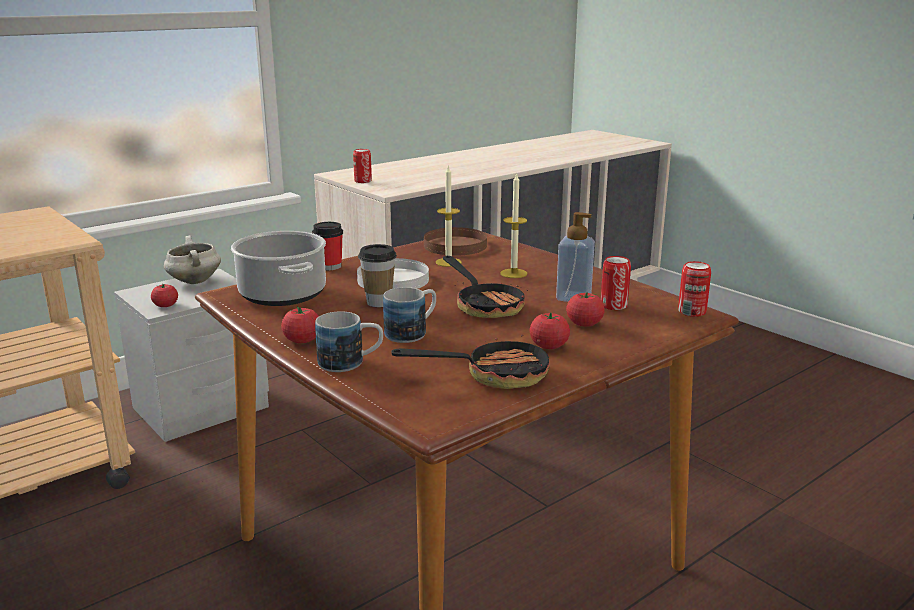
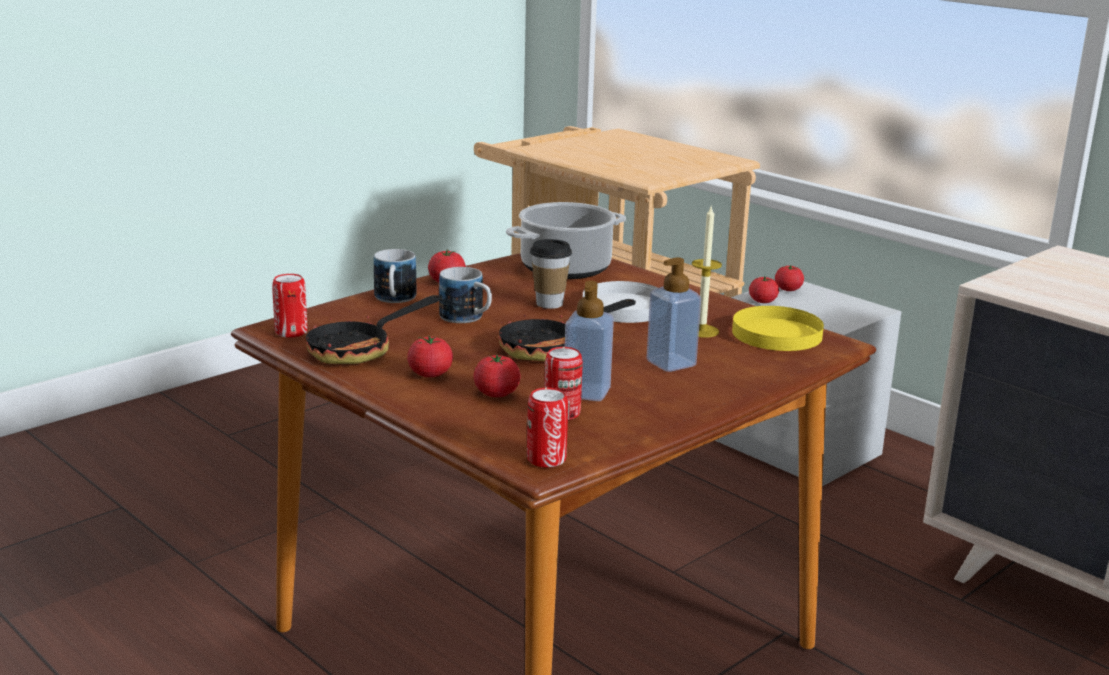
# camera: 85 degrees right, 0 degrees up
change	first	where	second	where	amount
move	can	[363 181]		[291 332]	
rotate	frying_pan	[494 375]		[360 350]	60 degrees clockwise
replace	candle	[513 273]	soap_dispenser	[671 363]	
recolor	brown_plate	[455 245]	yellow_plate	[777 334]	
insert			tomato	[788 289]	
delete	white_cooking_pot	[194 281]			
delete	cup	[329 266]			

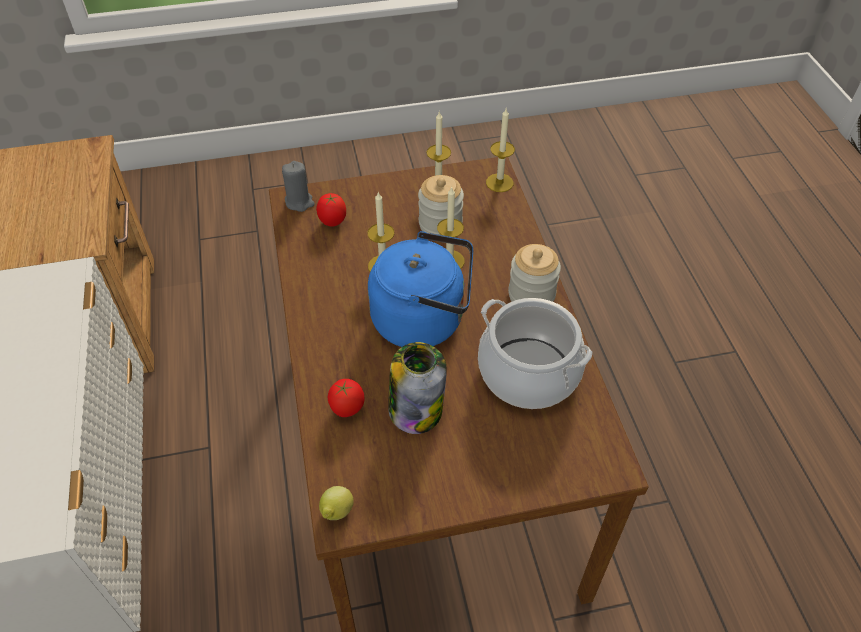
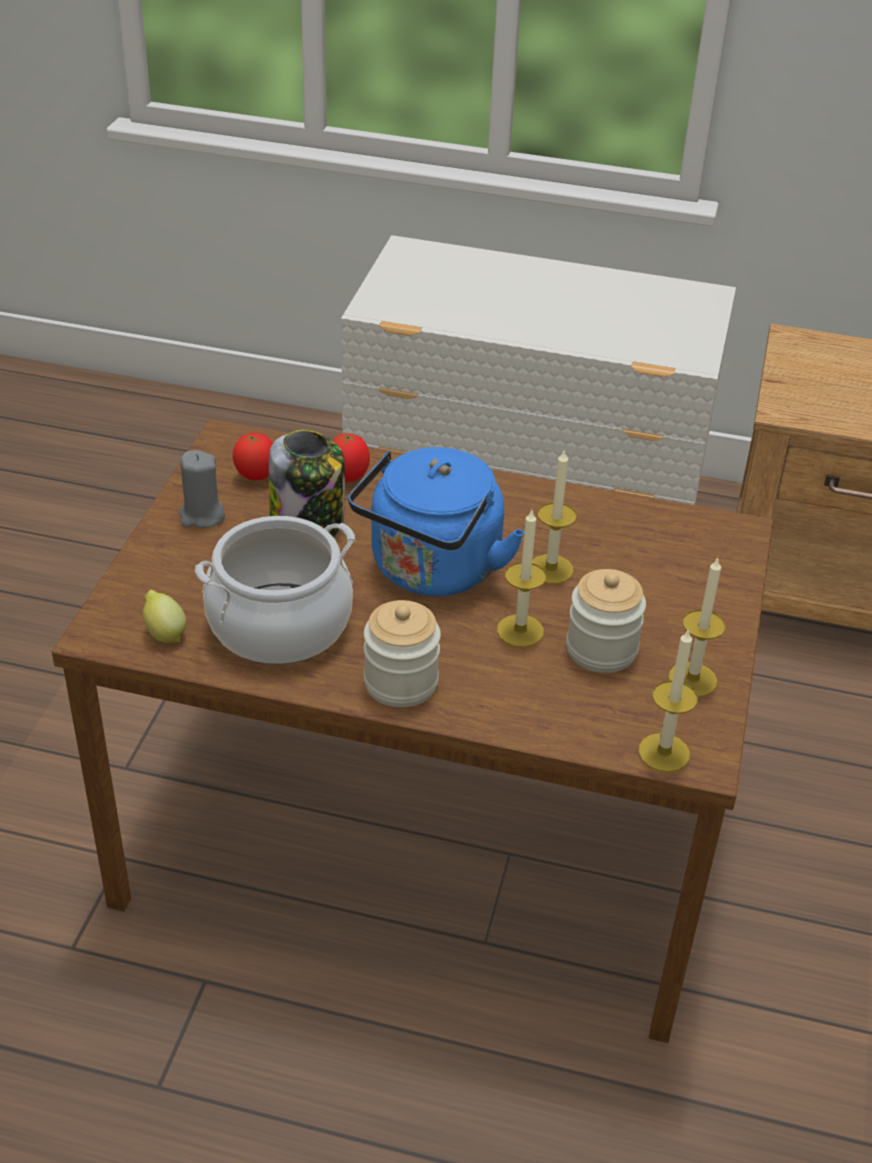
# camera: 115 degrees right, 10 degrees down
change	first	where	second	where	amount
move	lemon	[336 513]		[164 633]	
move	grey_candle	[299 202]		[202 516]	
move	tomato	[332 222]		[256 476]	

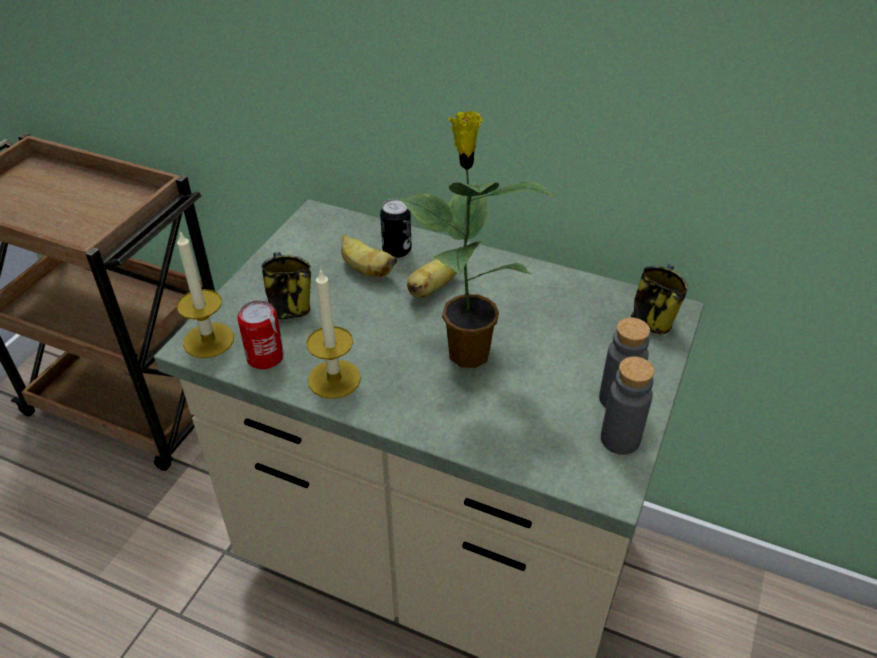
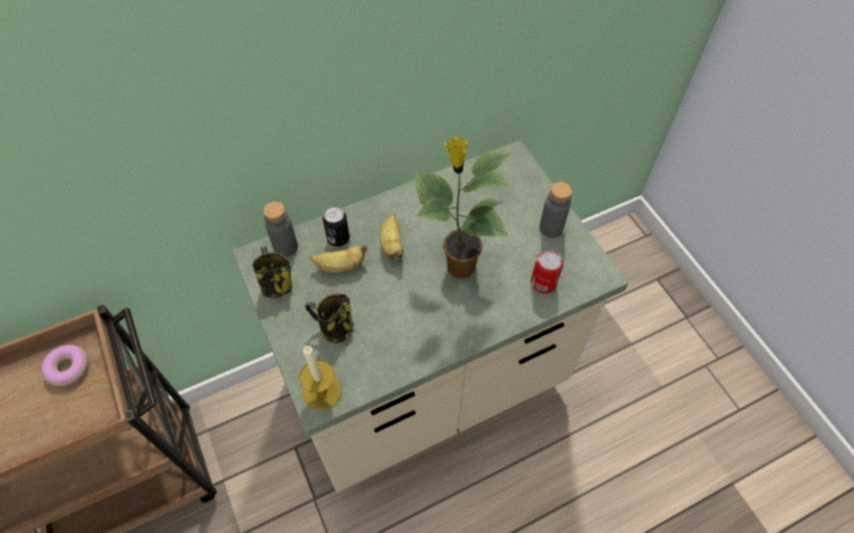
# camera: 50 degrees left, 15 degrees up
change	first	where	second	where	amount
insert			donut	[68 368]	
move	mug	[652 320]		[276 284]	
move	grey_bottle	[620 439]		[285 247]	
move	can	[265 357]		[543 283]	
delete	candle	[334 379]			

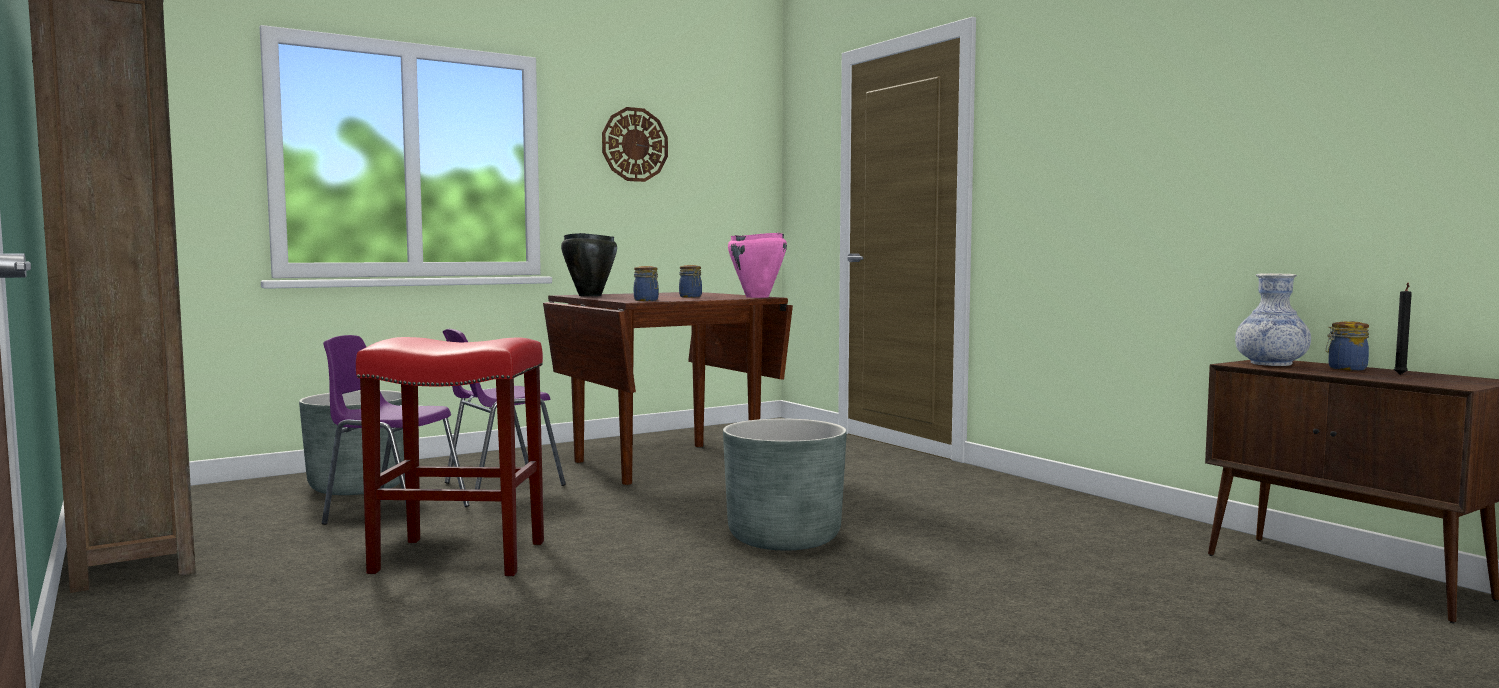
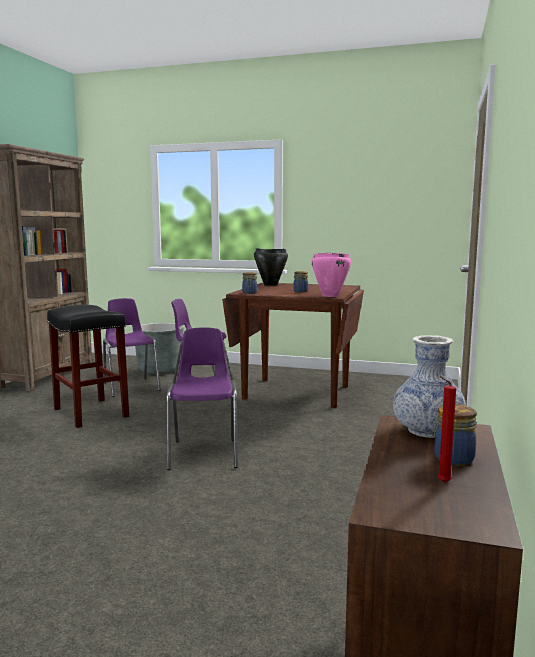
# camera: 50 degrees right, 5 degrees up
change	first	where	second	where	amount
recolor	red_stool	[462 556]	black_stool	[91 413]	
replace	grey_planter	[784 538]	purple_chair	[204 453]	
recolor	black_candle	[1400 375]	red_candle	[442 483]	
delete	wall_clock	[634 144]			

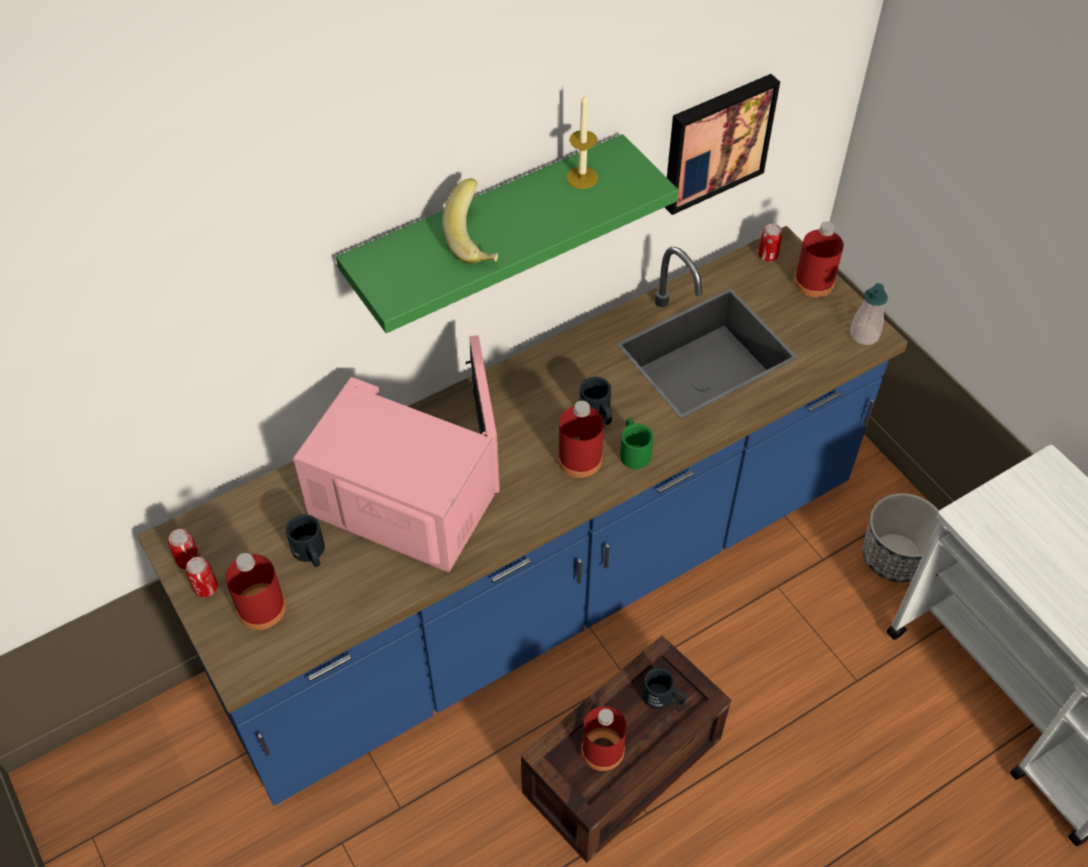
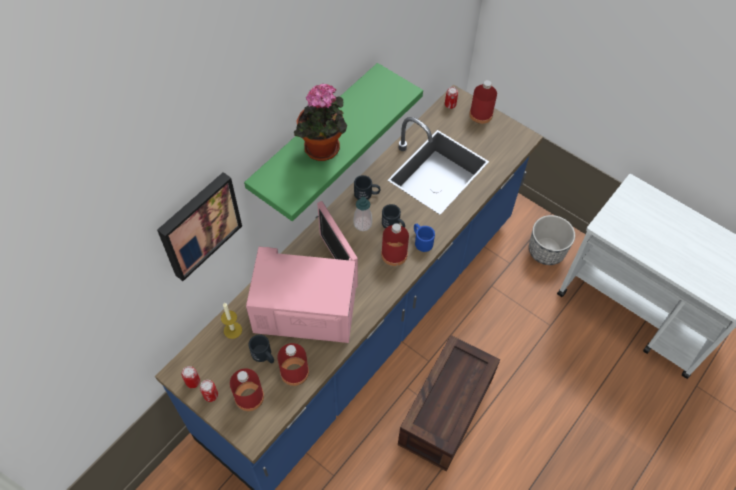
# camera: 20 degrees left, 5 degrees up
change	first	where	second	where	amount
move	picture	[716 141]		[198 225]	
move	candle	[582 177]		[232 330]	
move	red_bottle	[602 750]		[294 372]	
replace	banana	[477 241]	potted_plant	[323 151]	
move	black_mug	[663 698]		[367 194]	
move	soap_dispenser	[864 335]		[362 224]	
recolor	green_mug	[633 450]	blue_mug	[421 241]	

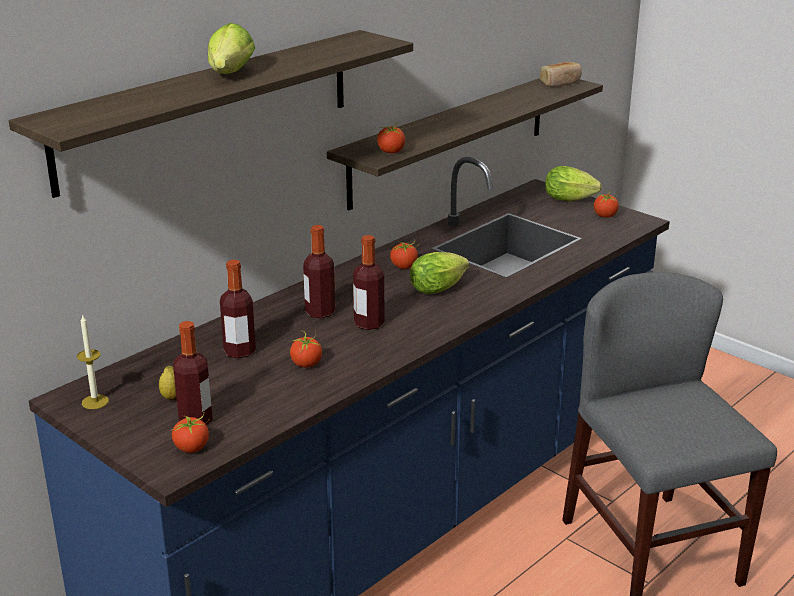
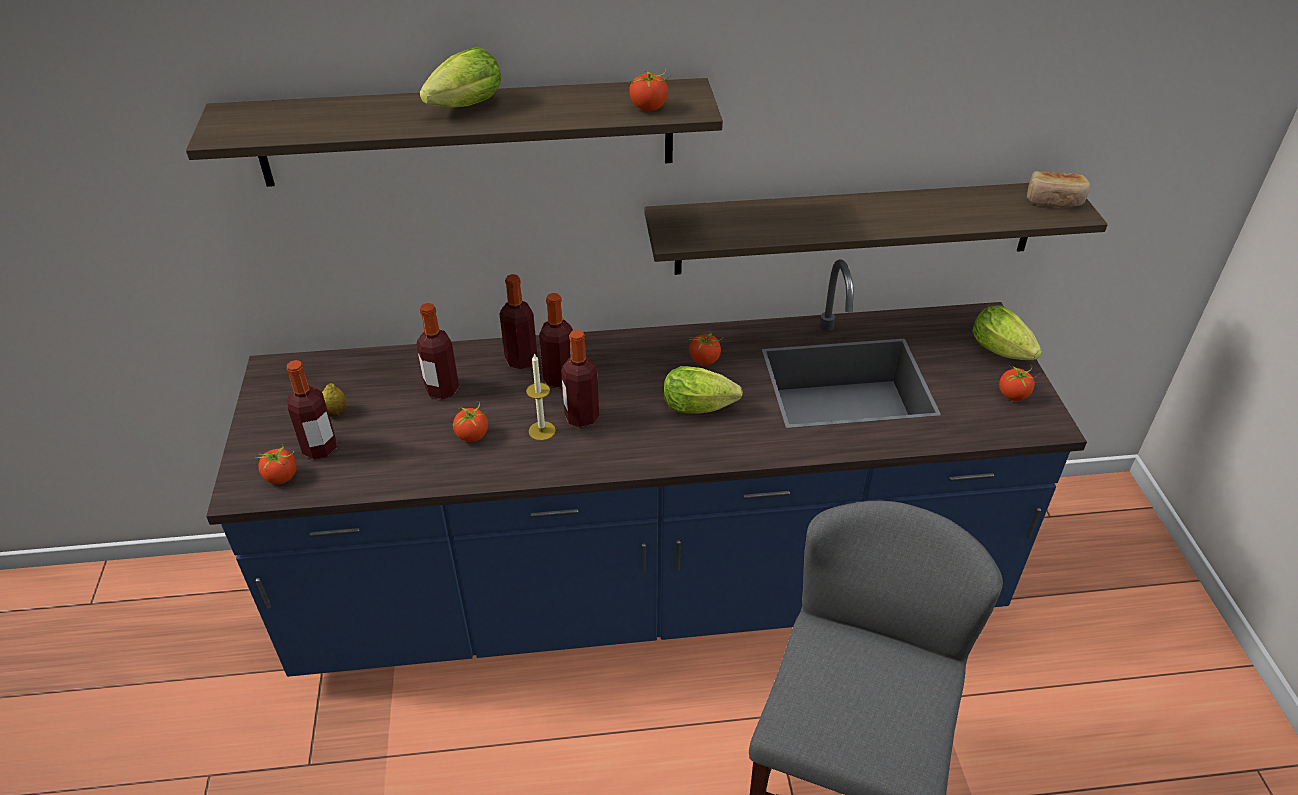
# camera: 40 degrees right, 15 degrees up
change	first	where	second	where	amount
insert			bottle	[521 360]	
move	candle	[95 402]		[542 431]	
move	tomato	[391 151]		[649 107]	

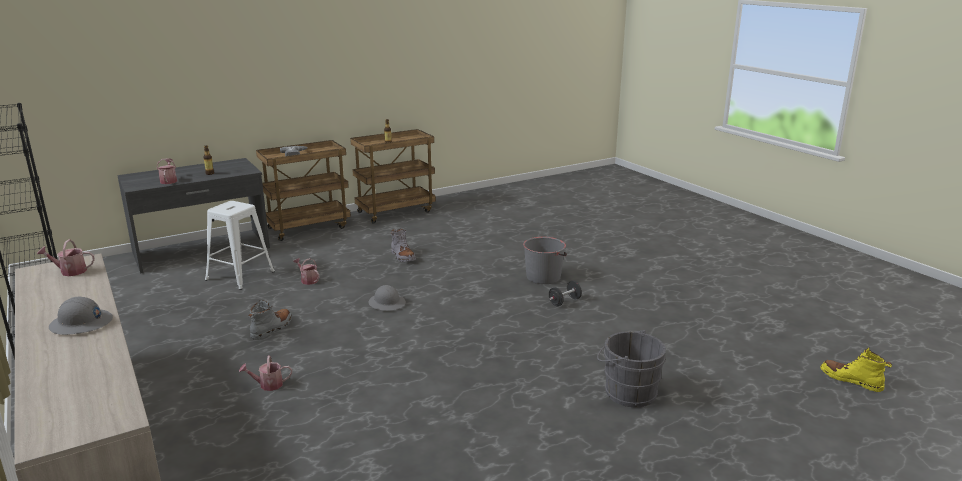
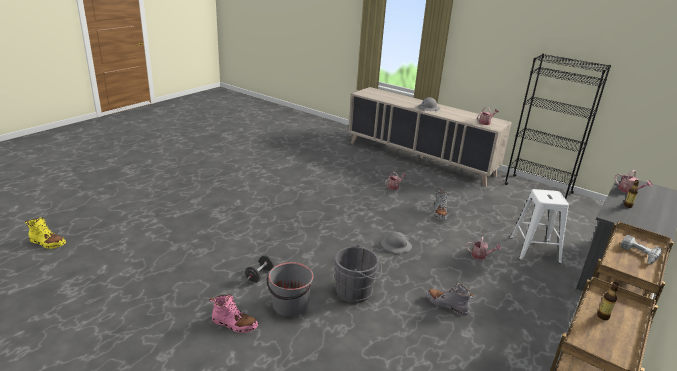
# camera: 155 degrees right, 5 degrees up
change	first	where	second	where	amount
insert			pink_boot	[234 324]	
move	grey_bucket	[627 392]		[356 291]	

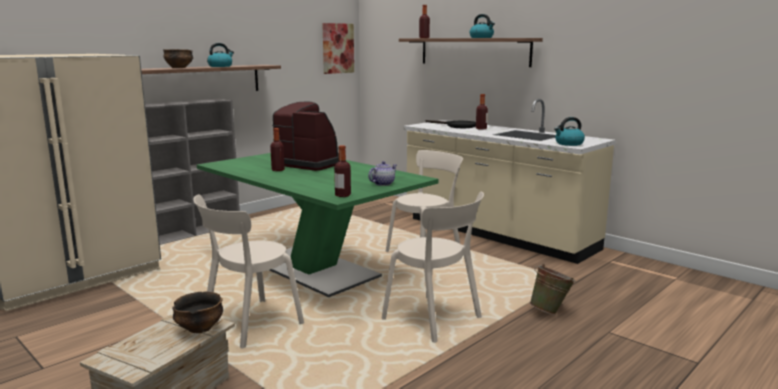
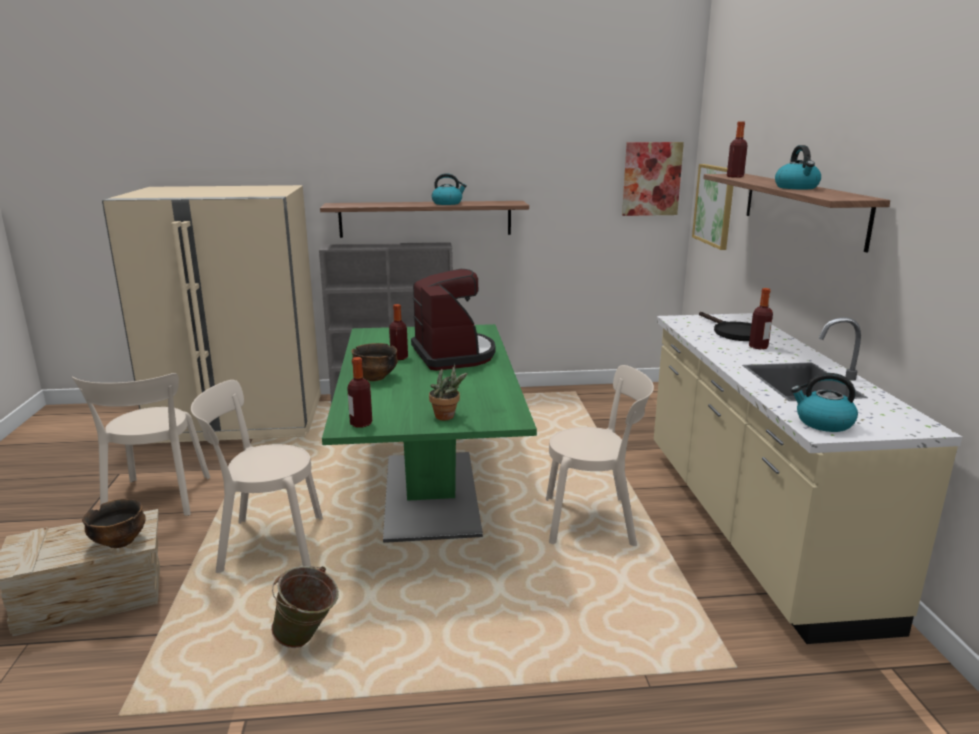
# camera: 40 degrees right, 5 degrees up
change	first	where	second	where	amount
move	beige_chair	[435 320]		[156 500]	
move	green_bucket	[550 311]		[307 640]	
move	bowl	[179 68]		[375 377]	
replace	teapot	[383 184]	potted_plant	[447 417]	
insert			picture	[714 205]	

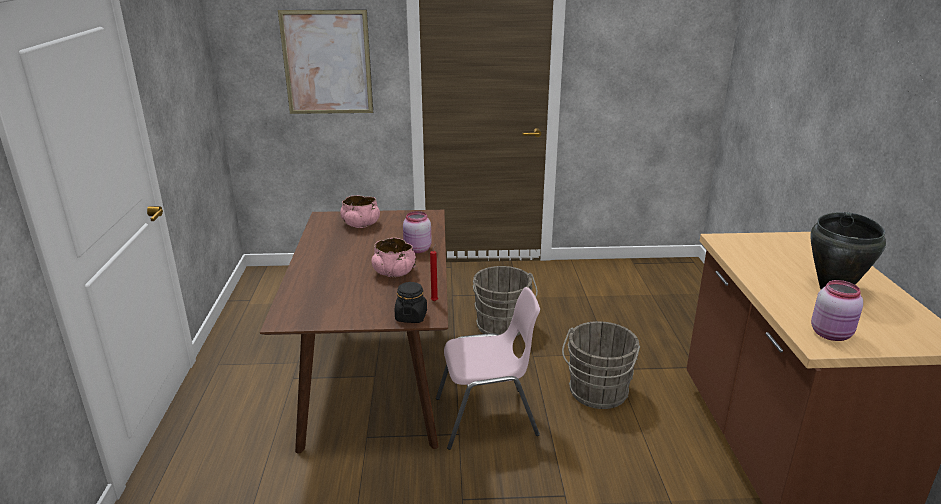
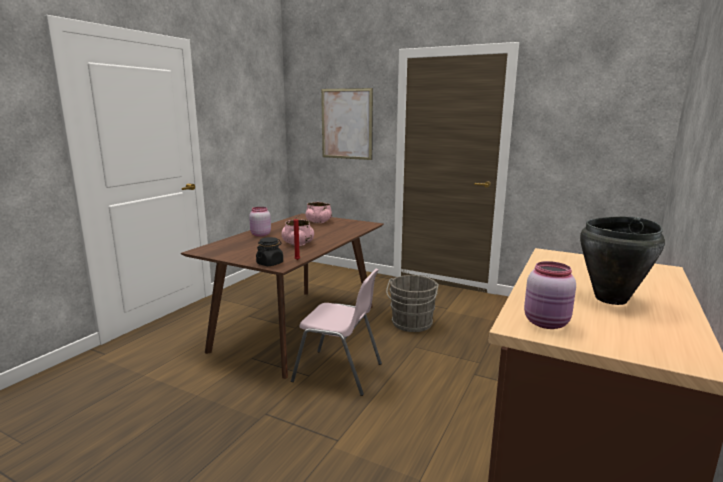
# camera: 30 degrees right, 10 degrees down
change	first	where	second	where	amount
move	pink_jar	[417 249]		[260 235]	
delete	grey_bucket	[597 393]			

